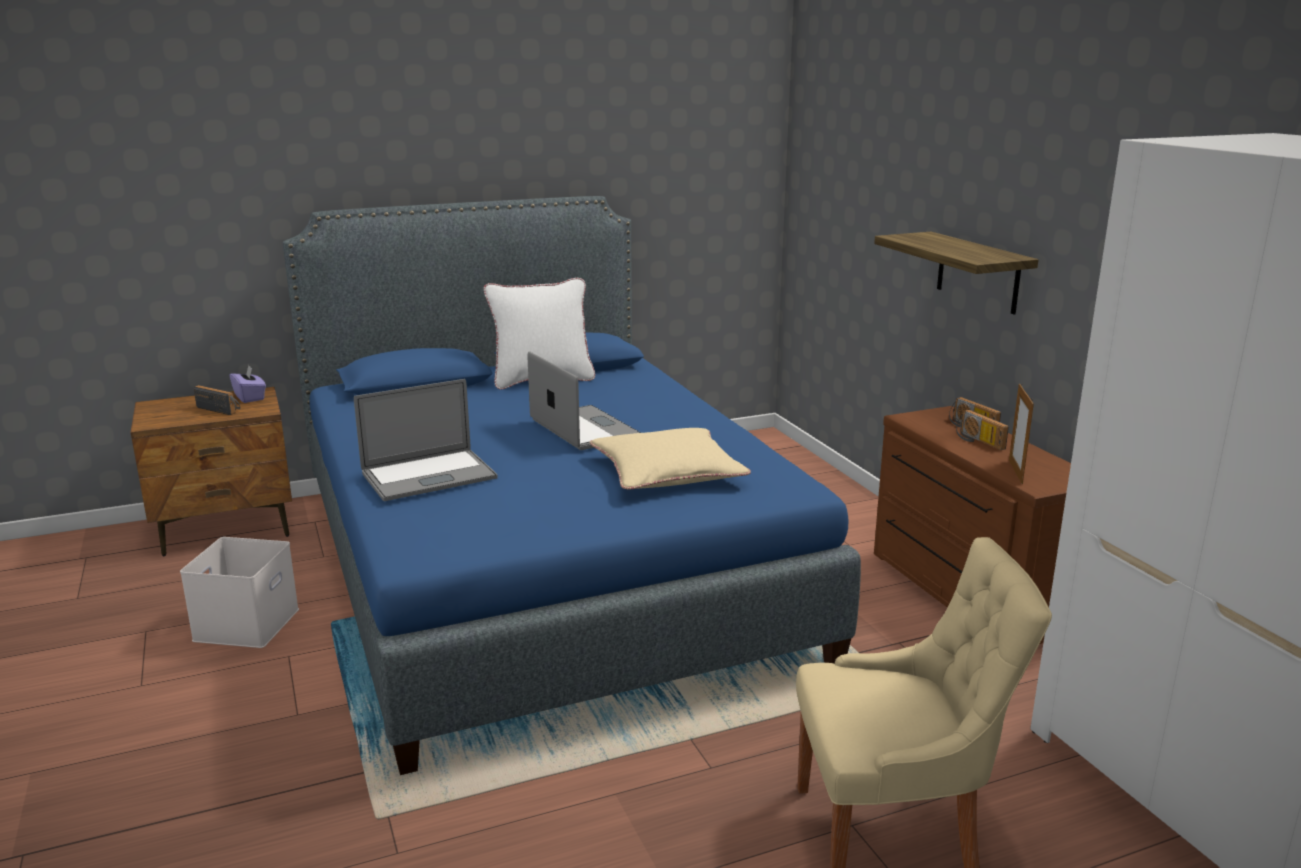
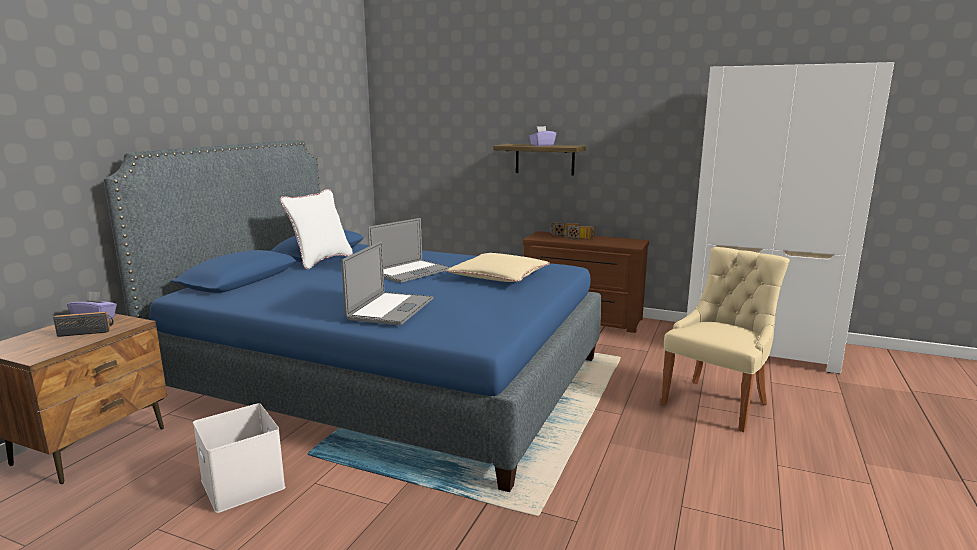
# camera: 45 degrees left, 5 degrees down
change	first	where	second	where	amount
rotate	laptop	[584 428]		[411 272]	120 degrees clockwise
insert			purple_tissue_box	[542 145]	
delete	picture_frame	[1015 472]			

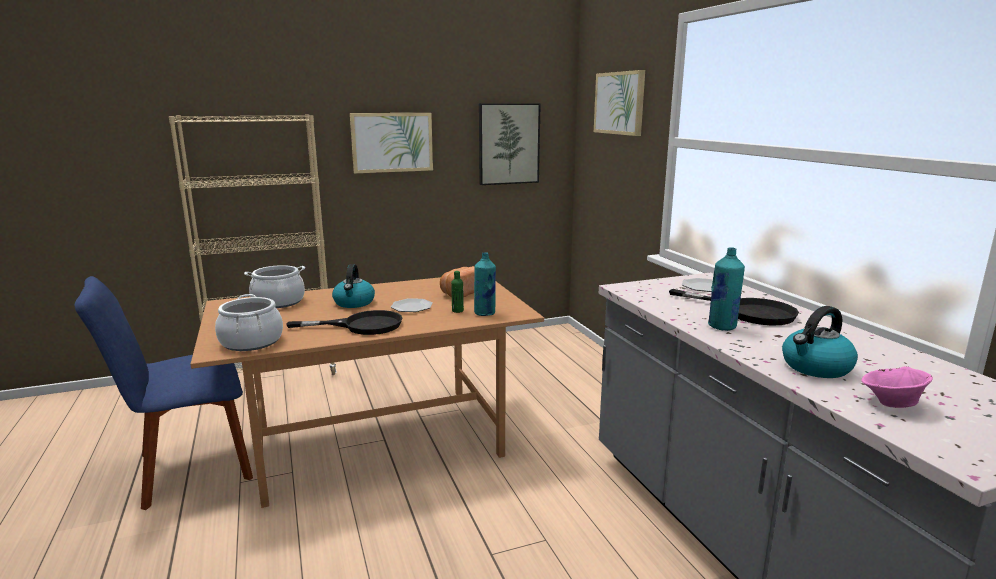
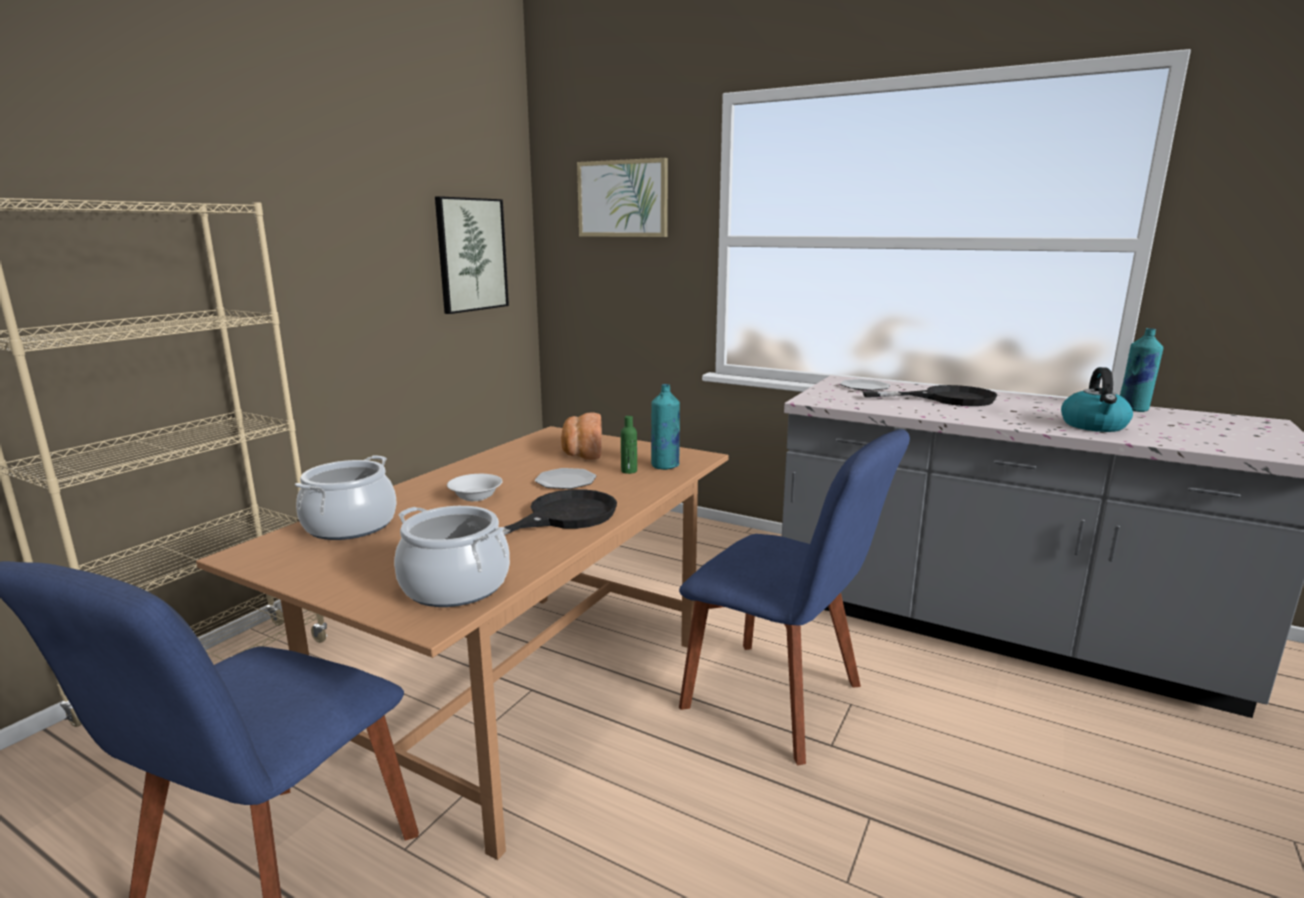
# camera: 40 degrees left, 0 degrees up
change	first	where	second	where	amount
replace	kettle	[354 303]	white_bowl	[476 496]	
insert			blue_chair	[780 700]	
move	turquoise_bottle	[722 326]		[1133 409]	
delete	picture	[392 142]			
delete	pink_bowl	[891 404]			

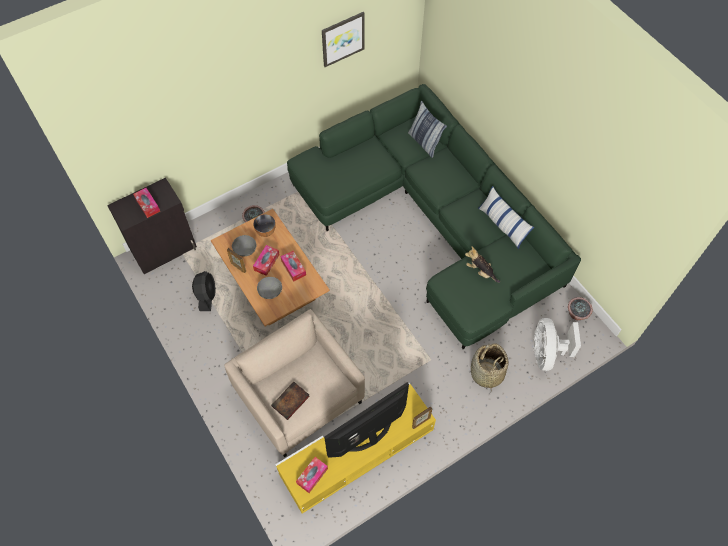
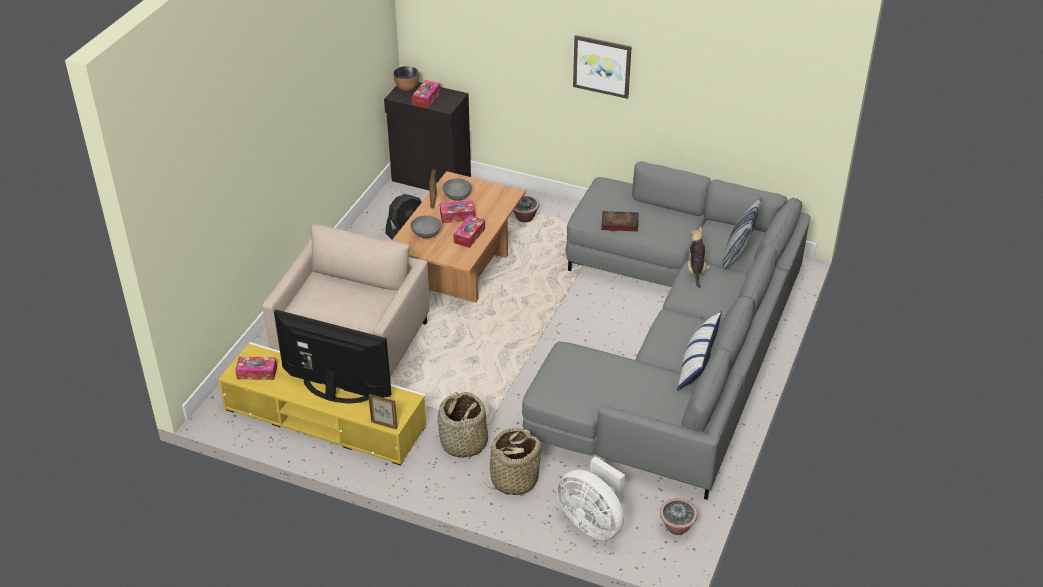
# camera: 55 degrees right, 20 degrees down
change	first	where	second	where	amount
move	bowl	[265 231]		[406 88]	
insert			basket	[463 443]	
recolor	green_sofa	[434 220]	grey_sofa	[673 344]	
rotate	white_fan	[546 353]		[593 522]	105 degrees counterclockwise
move	picture	[342 39]		[602 66]	
move	book	[290 402]		[618 223]	
move	plush_toy	[480 271]		[696 270]	

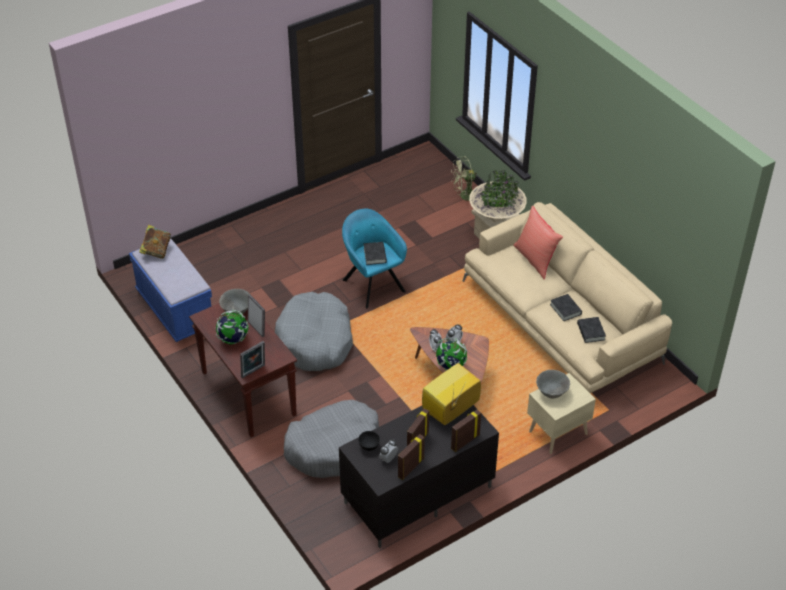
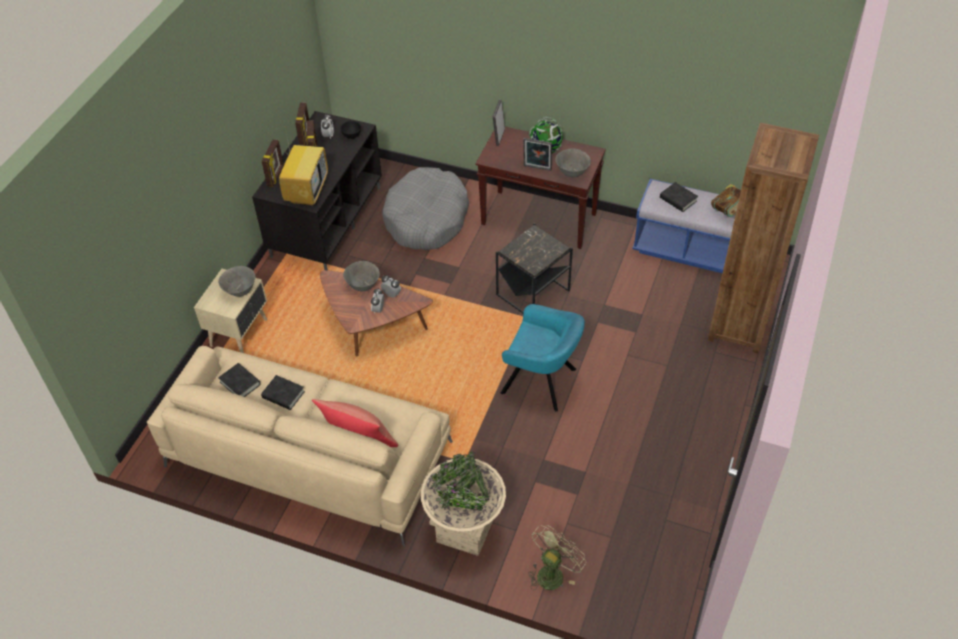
# camera: 145 degrees right, 5 degrees up
change	first	where	second	where	amount
replace	globe	[450 366]	grey_bowl	[363 285]	
replace	grey_dog_bed	[315 341]	black_side_table	[533 293]	
move	black_book	[375 255]		[678 199]	
insert			brown_bookcase	[739 325]	

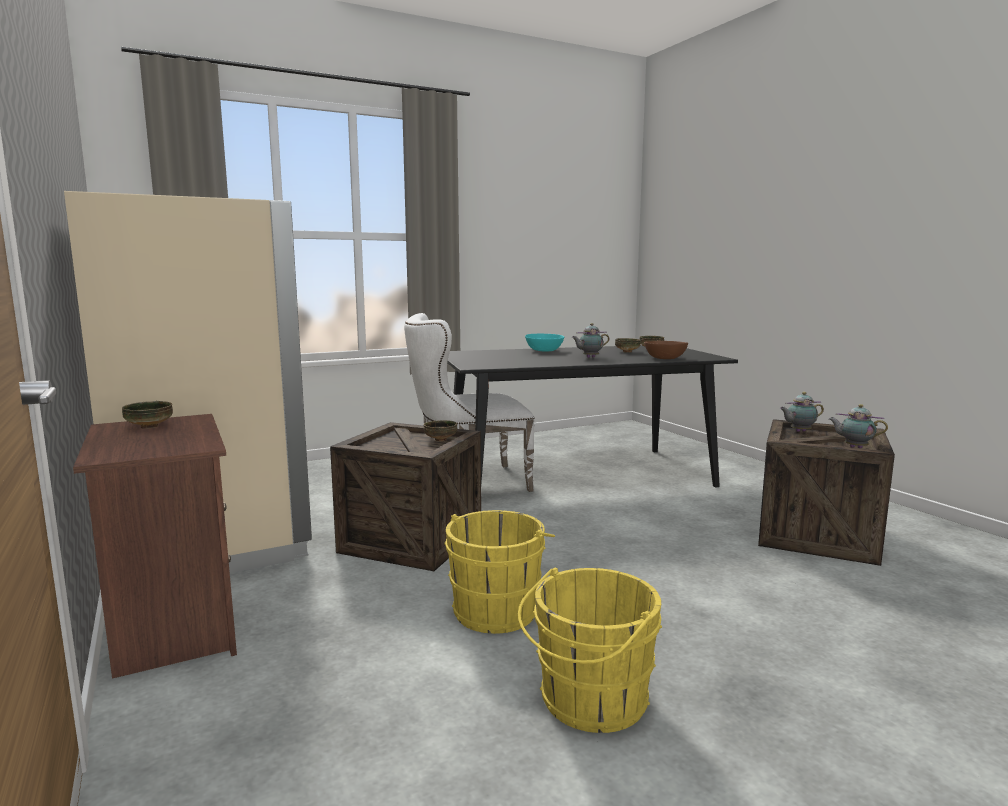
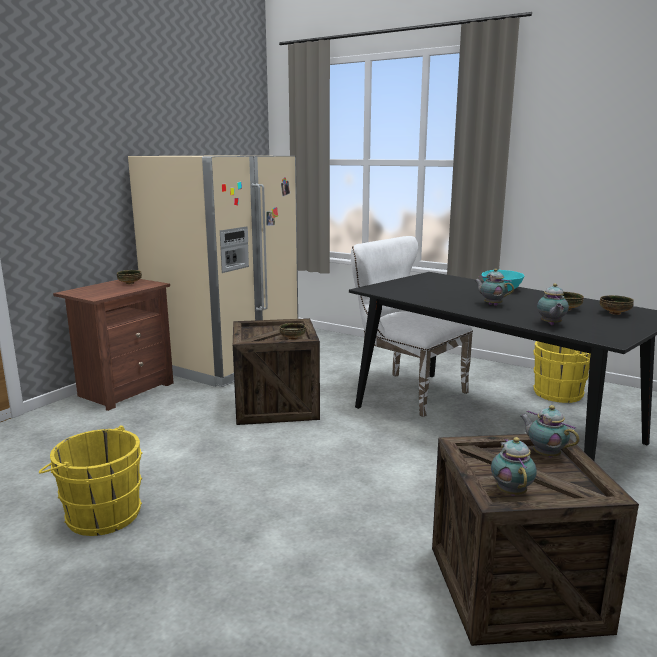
# camera: 60 degrees right, 5 degrees up
change	first	where	second	where	amount
move	yellow_bucket	[498 609]		[561 393]	
replace	brown_bowl	[664 358]	teapot	[550 324]	

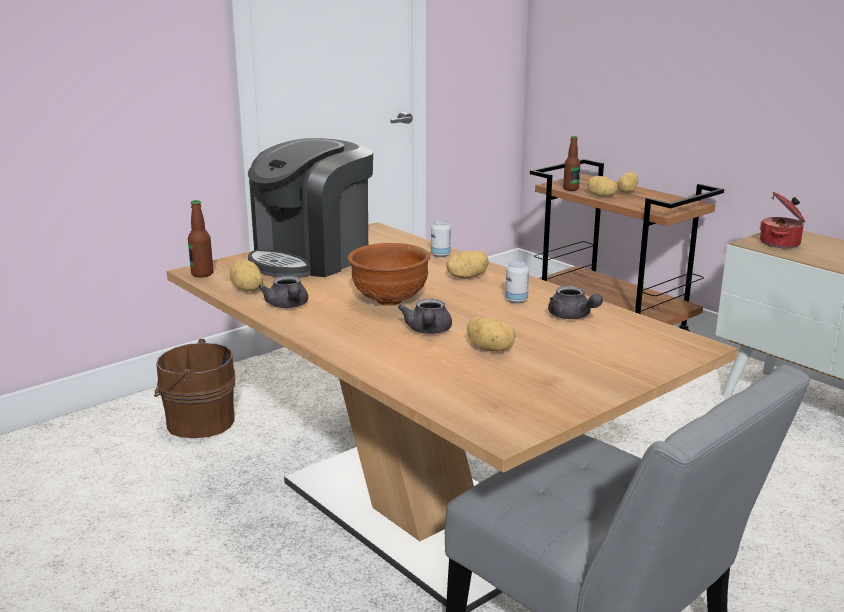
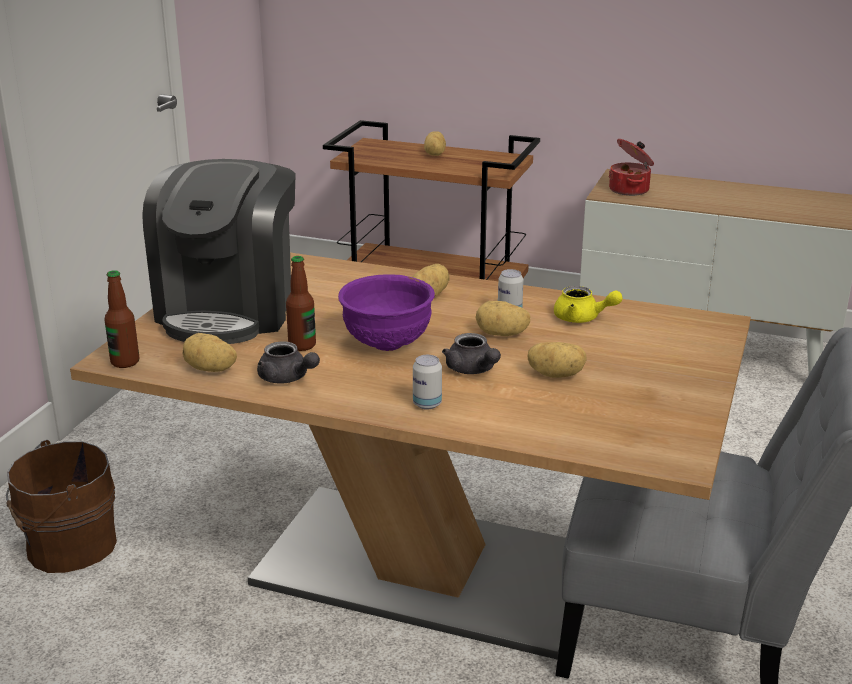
# camera: 30 degrees left, 5 degrees up
change	first	where	second	where	amount
move	bottle	[570 189]		[302 345]	
recolor	brown_bowl	[388 300]	purple_bowl	[386 344]	
move	can	[440 255]		[427 404]	
move	potato	[601 196]		[501 334]	
recolor	grey_teapot	[572 317]	yellow_teapot	[582 318]	

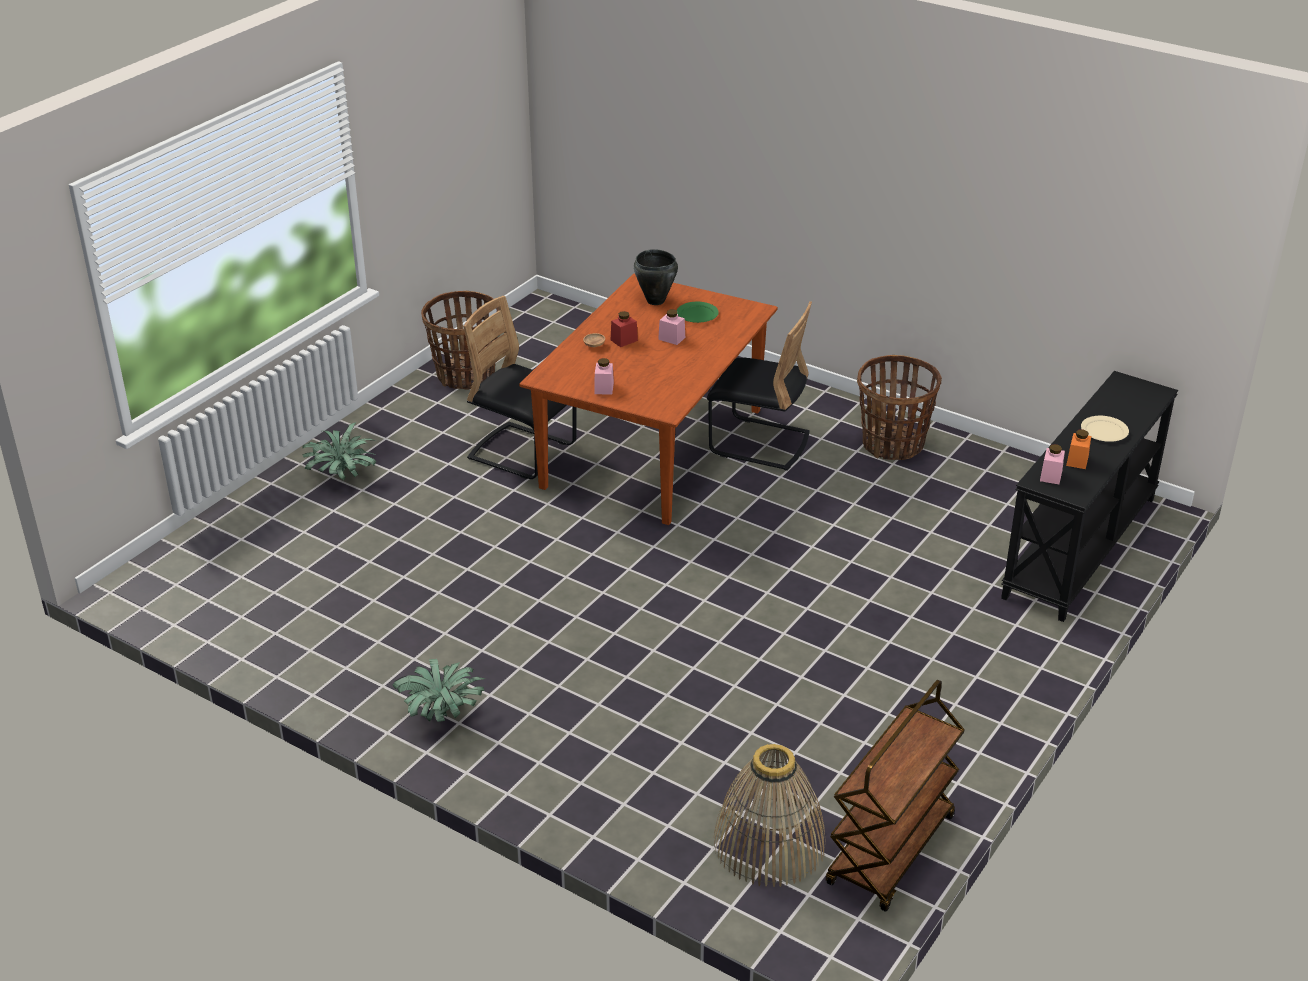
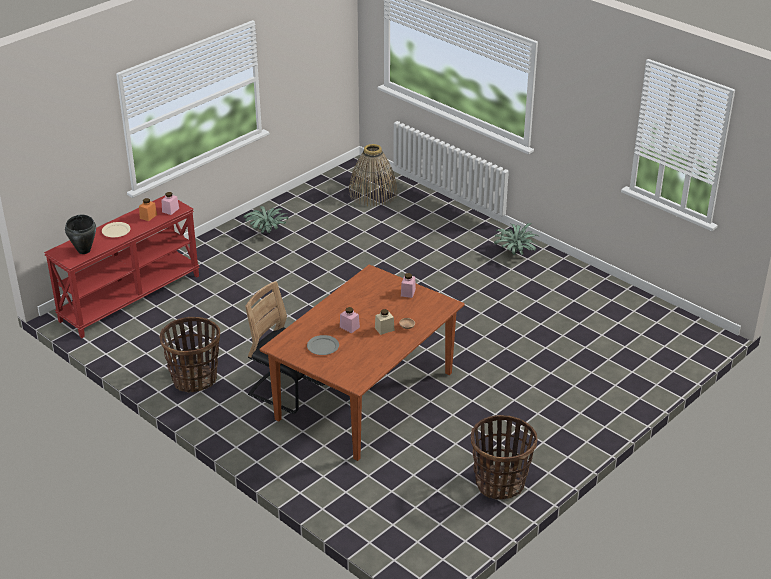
# camera: 170 degrees left, 0 degrees up
change	first	where	second	where	amount
recolor	black_console_table	[1081 548]	red_console_table	[130 297]	
move	black_cooking_pot	[655 301]		[84 250]	
move	potted_plant	[343 476]		[267 232]	
recolor	green_plate	[697 314]	grey_plate	[323 346]	
recolor	red_jar	[624 340]	beige_jar	[384 329]	
delete	black_chair	[522 453]			
delete	brown_cart	[891 852]			

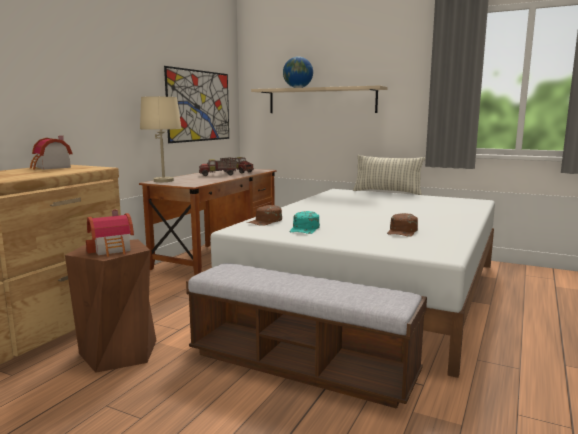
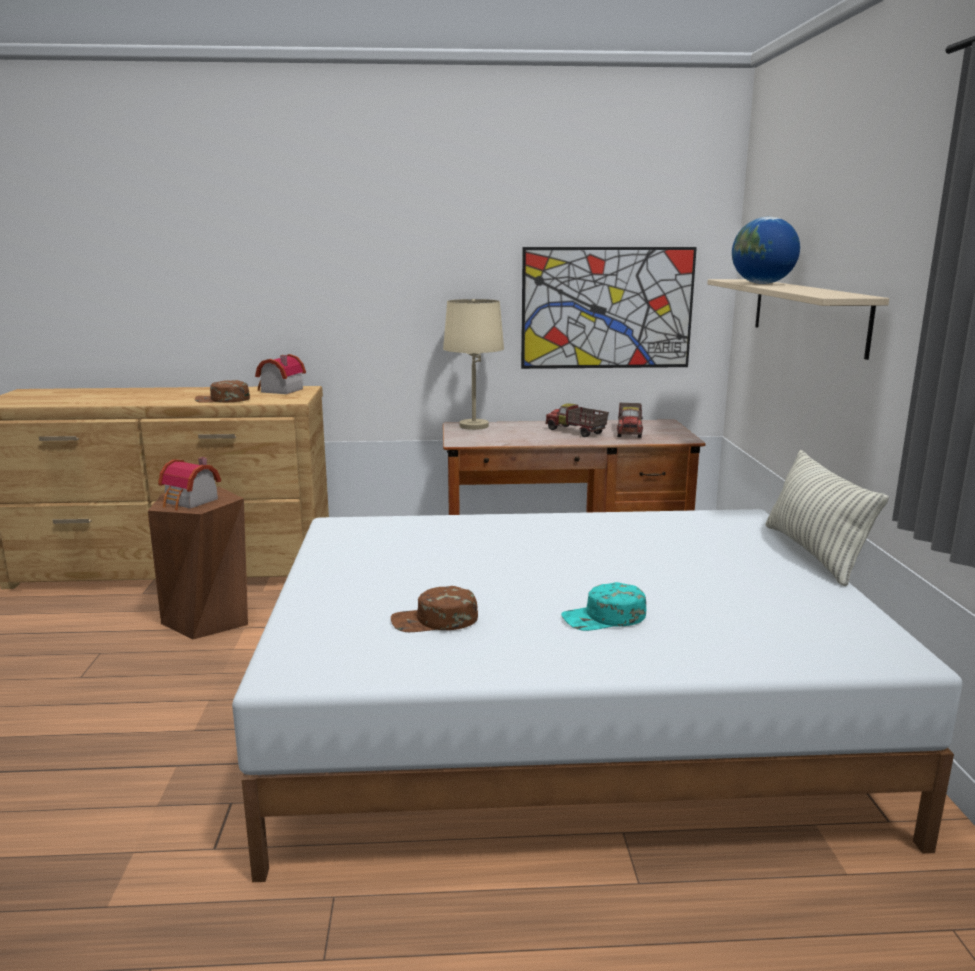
# camera: 60 degrees right, 5 degrees up
change	first	where	second	where	amount
move	brown_cap	[265 221]		[222 400]	
move	turquoise_cap	[305 229]		[604 618]	
delete	bench	[300 366]			

